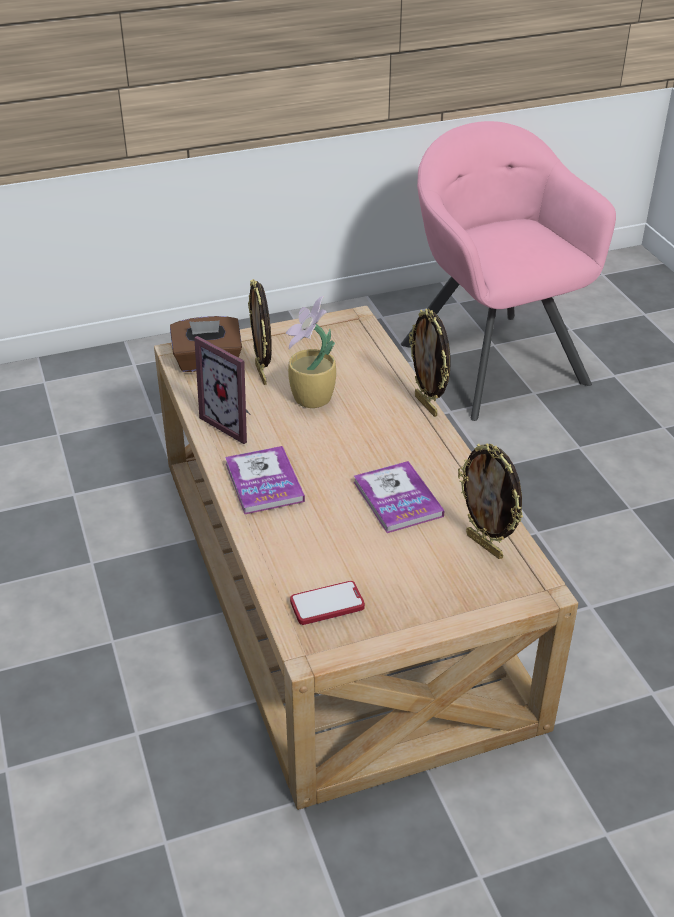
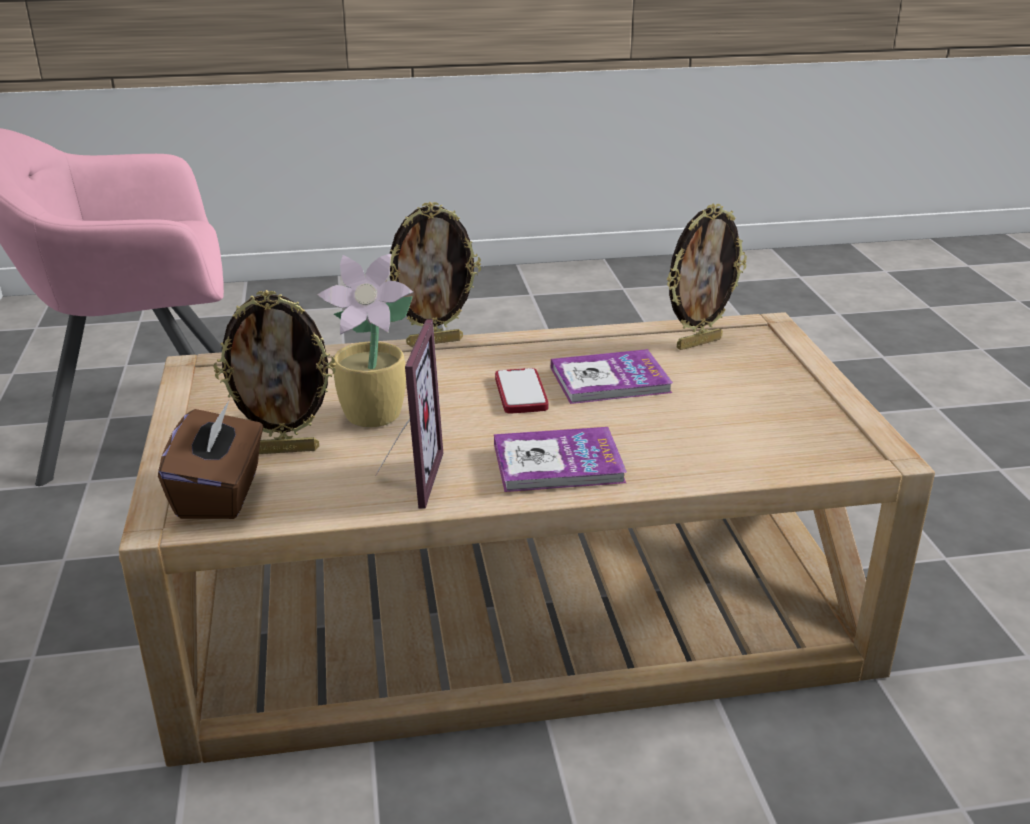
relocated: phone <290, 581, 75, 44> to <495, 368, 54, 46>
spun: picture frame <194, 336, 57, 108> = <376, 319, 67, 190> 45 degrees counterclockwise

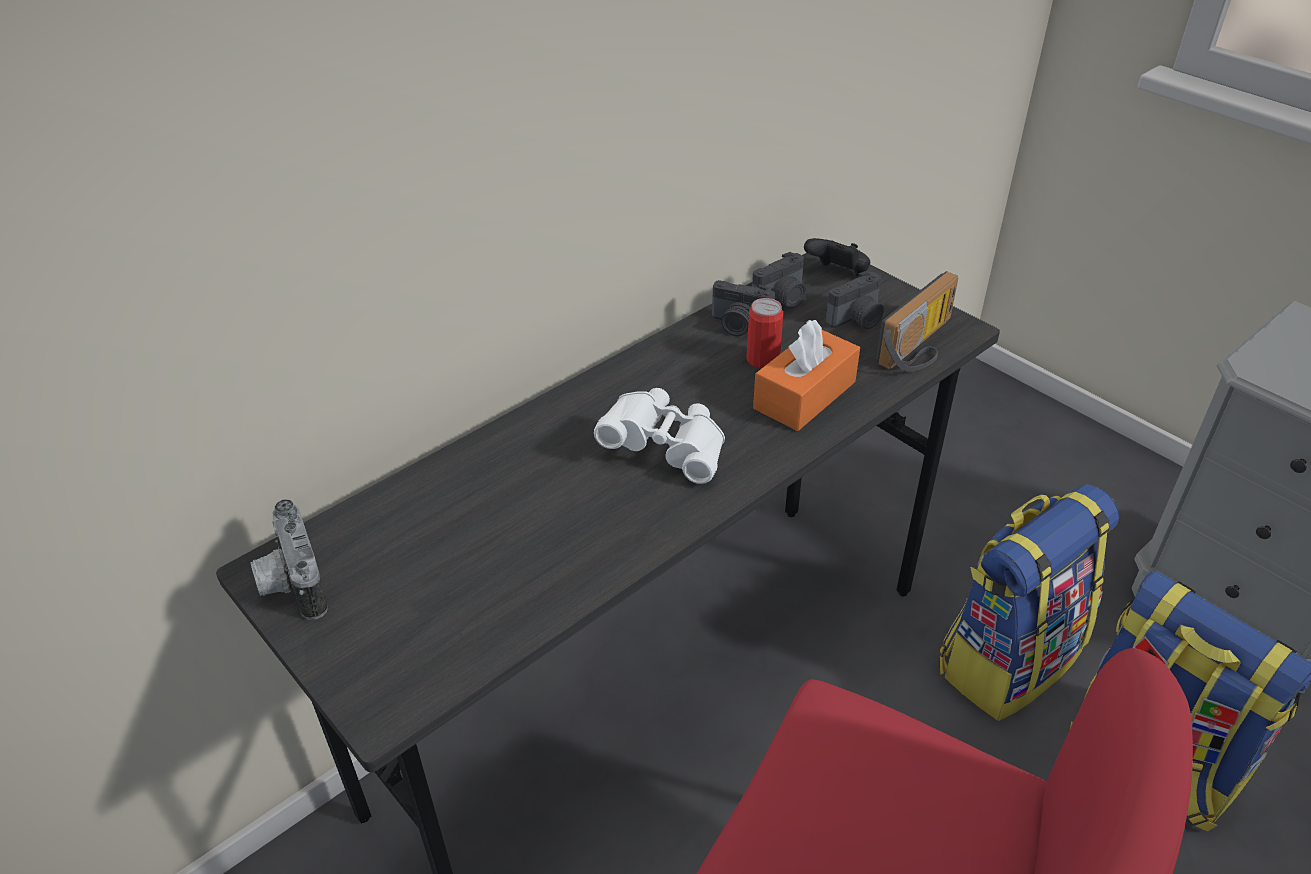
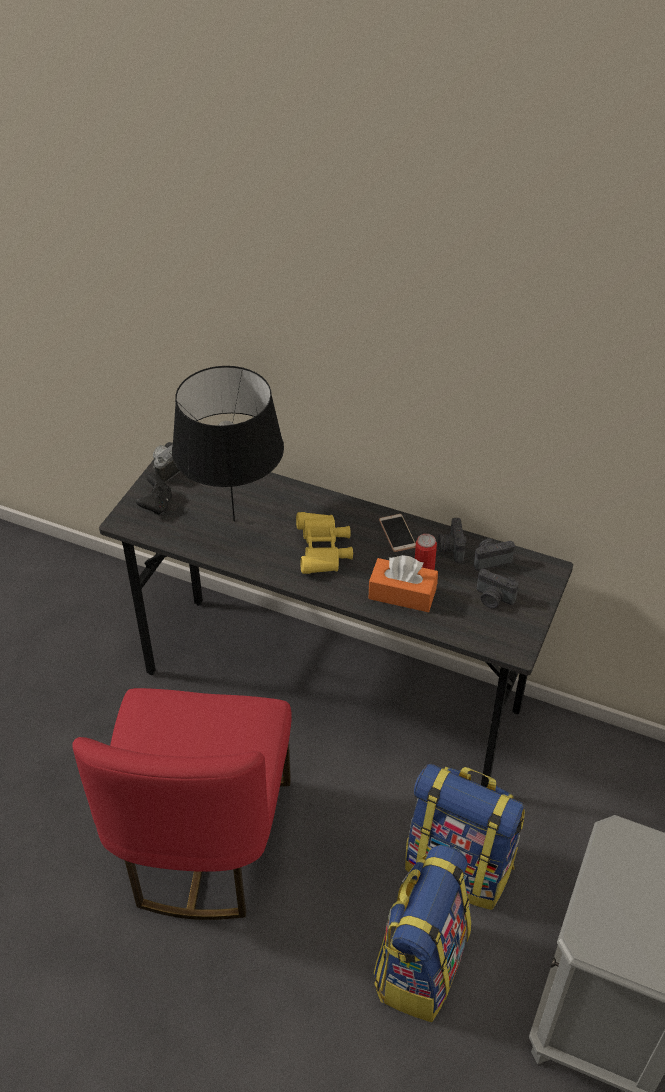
missing: radio <876, 271, 83, 101>
appeared: black table lamp <172, 366, 112, 155>; phone <379, 514, 37, 38>
relocated: black game controller <804, 238, 66, 38> to <136, 473, 36, 42>
colour: white binoculars <594, 388, 131, 96> to yellow binoculars <296, 512, 57, 62>
spun: photo camera <752, 252, 55, 57> = <474, 539, 41, 32> 135 degrees clockwise

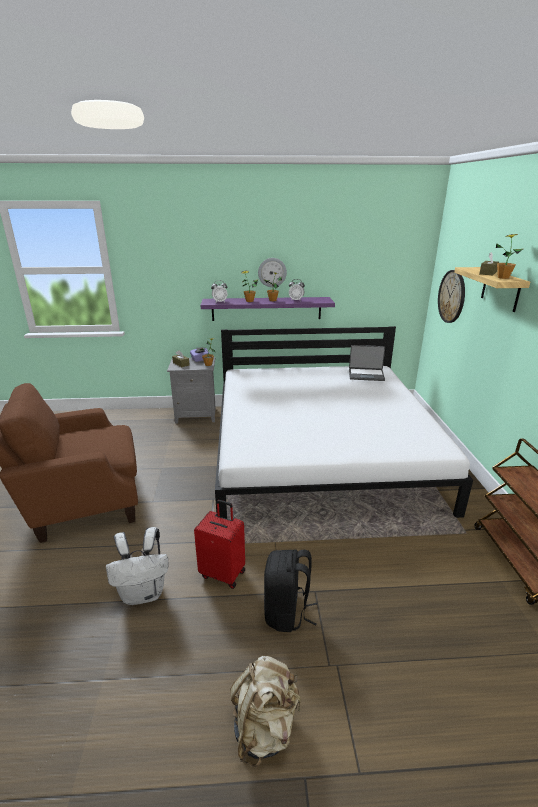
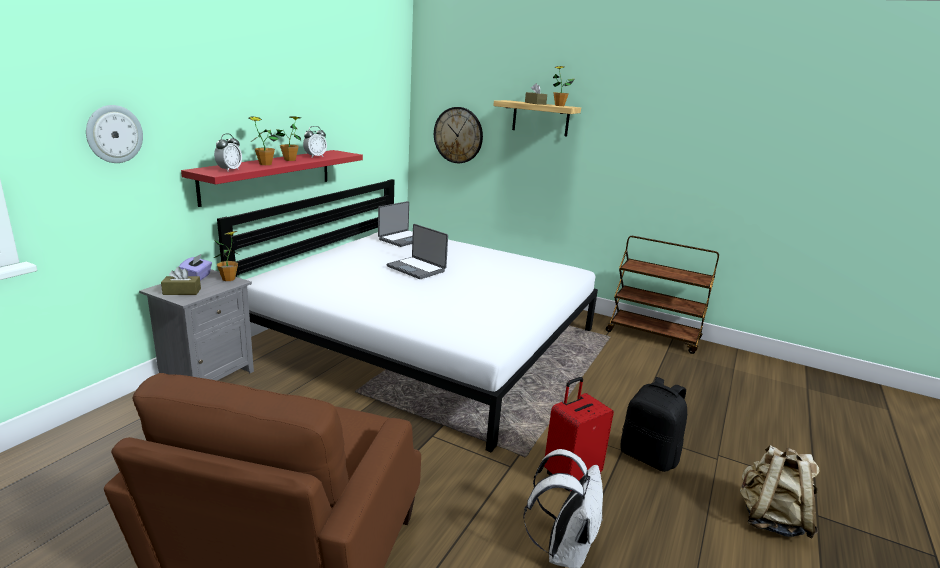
appeared: laptop <387, 224, 61, 55>
relocated: wall clock <258, 258, 29, 29> to <86, 105, 57, 58>
colour: purple shelf <200, 297, 135, 24> to red shelf <181, 150, 182, 57>

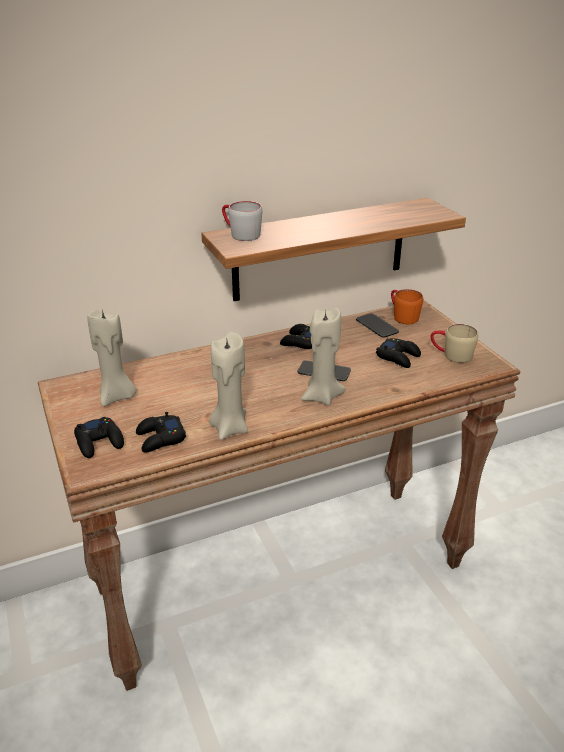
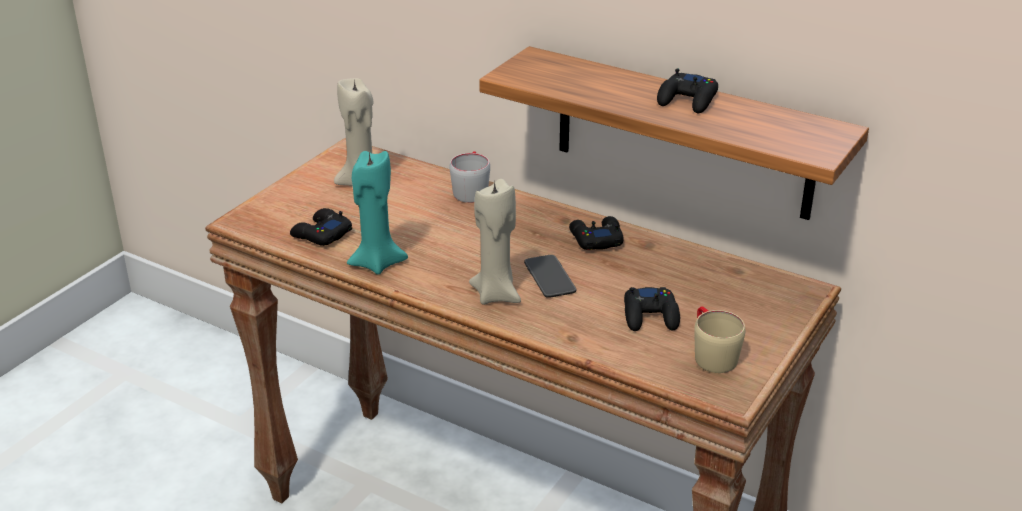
missing: phone <356, 313, 43, 25>; orange mug <391, 289, 32, 35>
relocated: black game controller <74, 417, 50, 41> to <657, 69, 61, 44>; grey mug <222, 201, 40, 40> to <450, 151, 40, 52>
colour: beige candle <209, 332, 39, 108> to turquoise candle <347, 151, 61, 124>

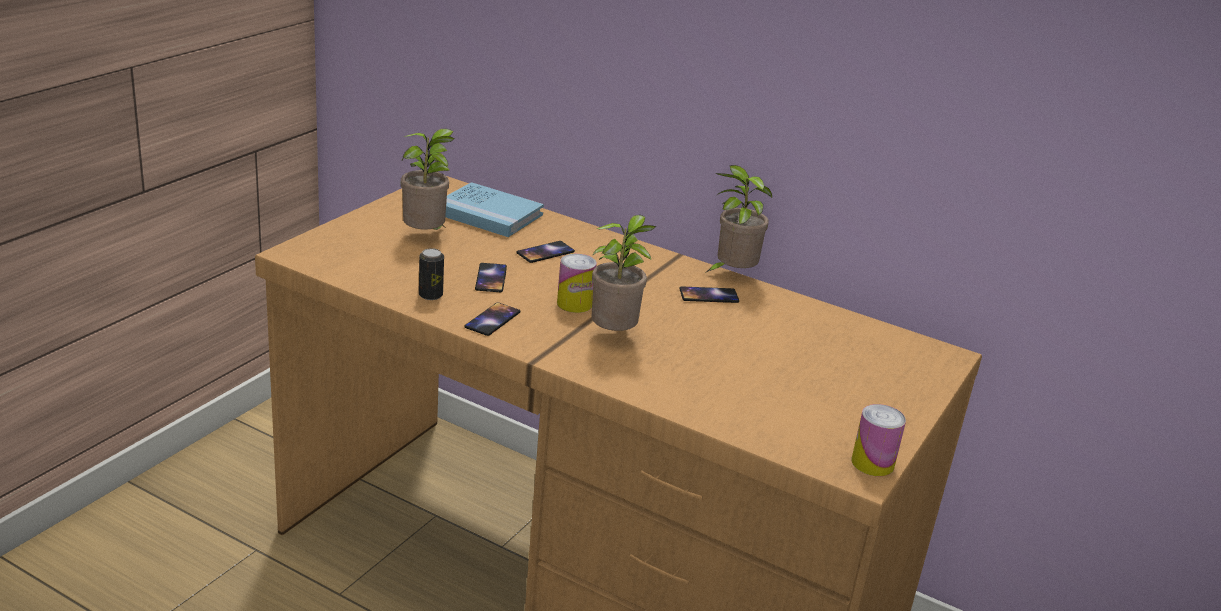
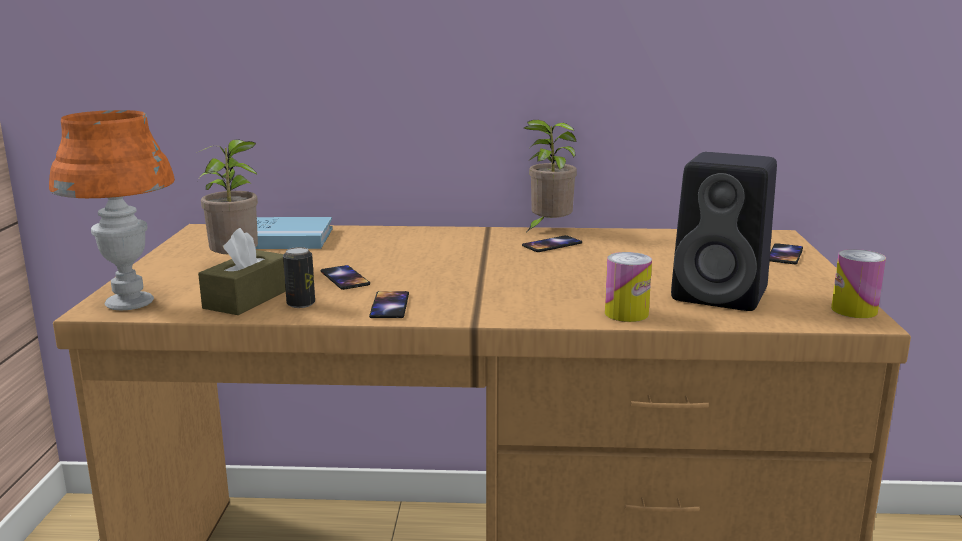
missing: potted plant <592, 215, 64, 116>
appeared: orange table lamp <49, 110, 126, 201>; brown tissue box <198, 228, 88, 87>; black speaker <671, 152, 106, 159>
relocated: phone <517, 241, 58, 22> to <770, 243, 33, 21>; can <557, 254, 40, 59> to <605, 252, 47, 70>

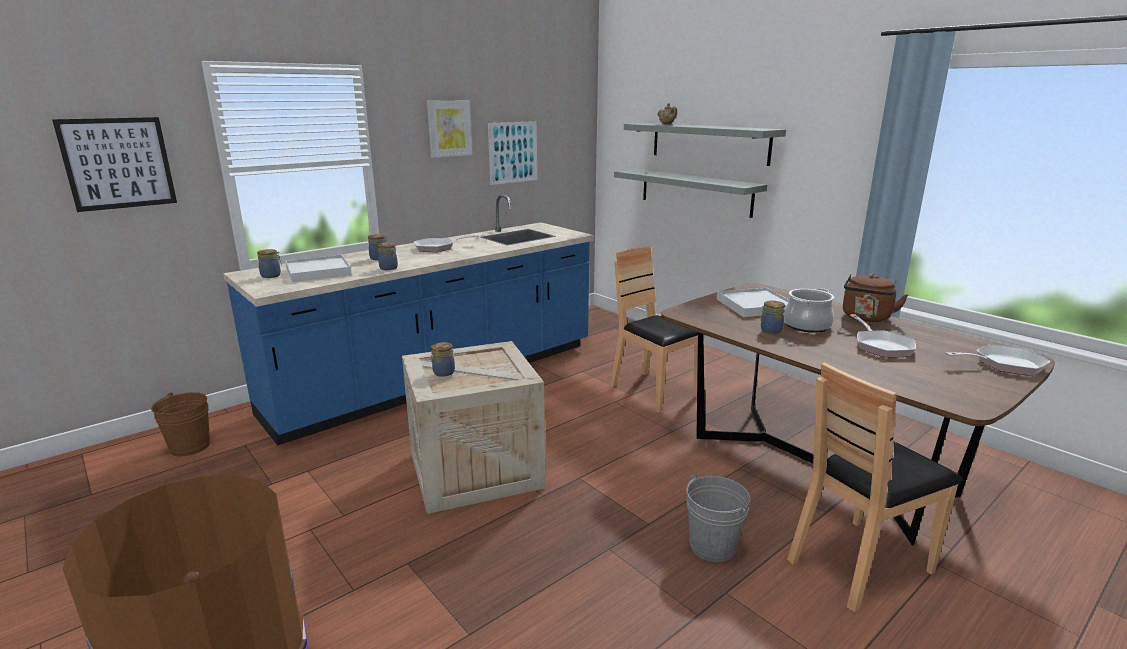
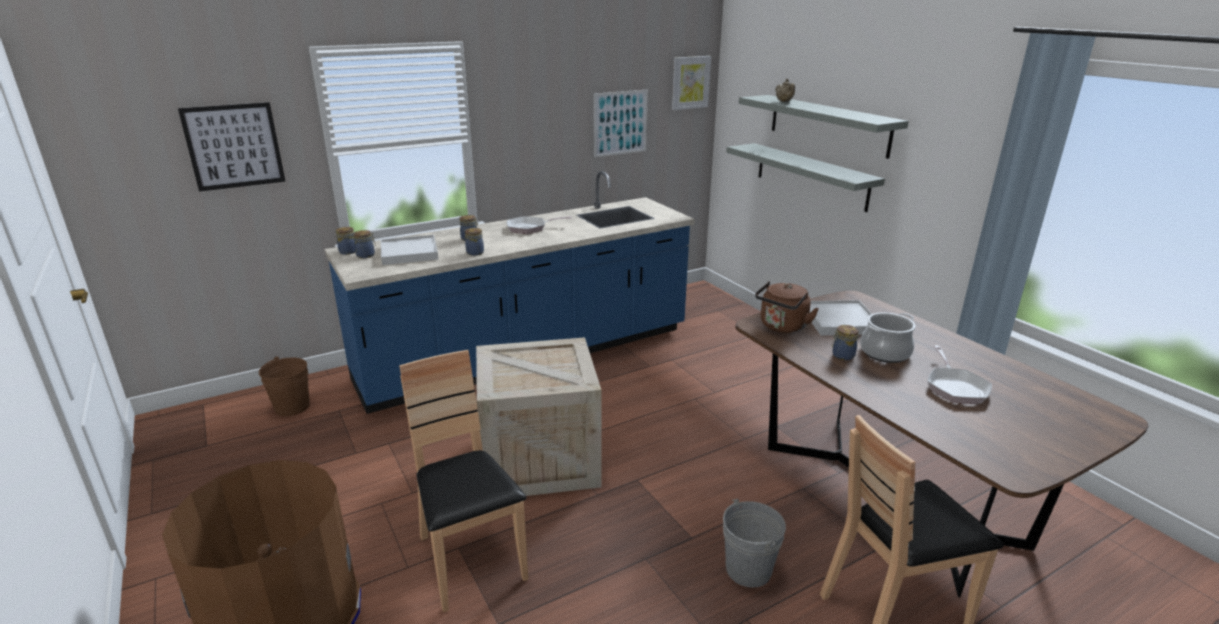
missing: frying pan <945, 344, 106, 32>
relocated: picture <427, 101, 45, 57> to <672, 56, 39, 54>; jar <431, 342, 24, 35> to <336, 227, 19, 28>; brown chair <610, 246, 94, 167> to <399, 350, 129, 262>; brown kettle <843, 274, 65, 48> to <755, 281, 64, 52>

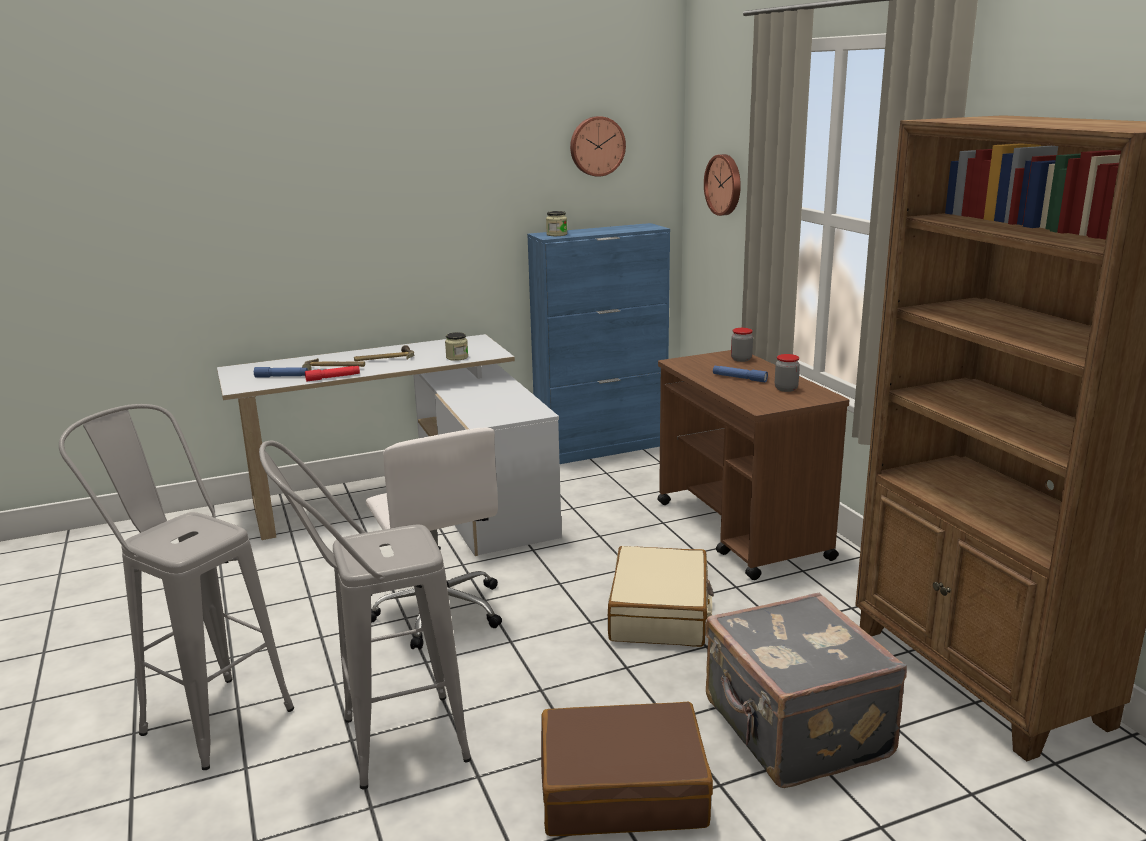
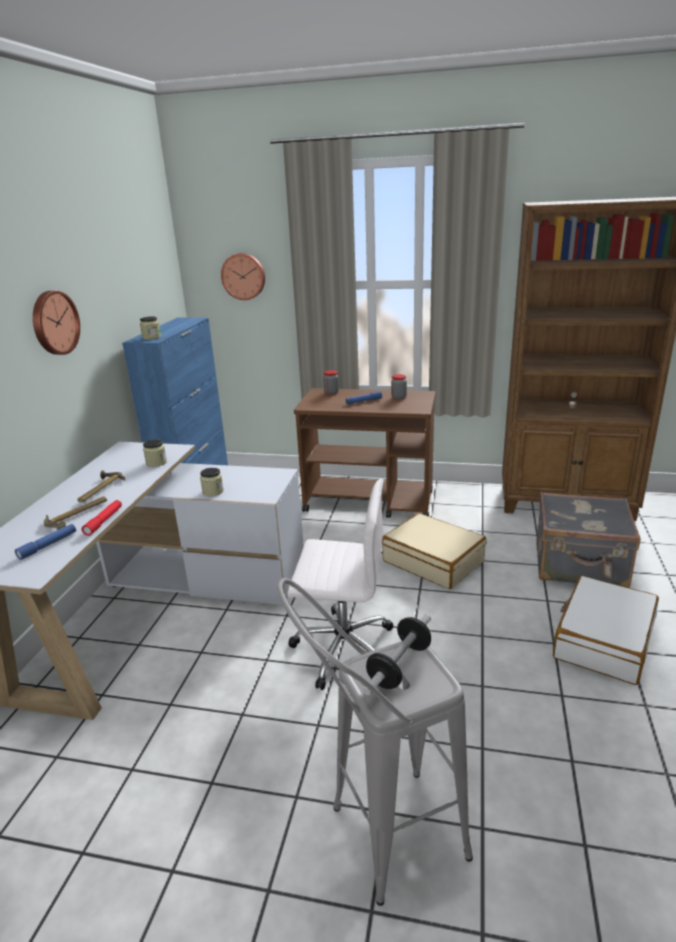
missing: grey stool <259, 441, 212, 348>
appeared: jar <200, 468, 24, 28>; dumbbell <363, 614, 68, 82>
relocated: wall clock <570, 116, 56, 61> to <33, 291, 47, 64>
colour: brown suitcase <541, 702, 172, 134> to white suitcase <553, 576, 106, 109>

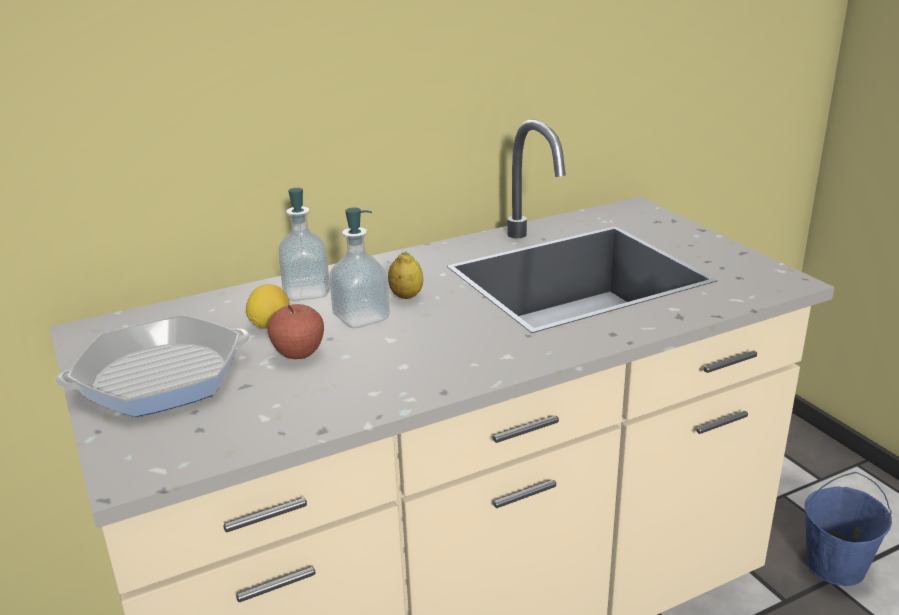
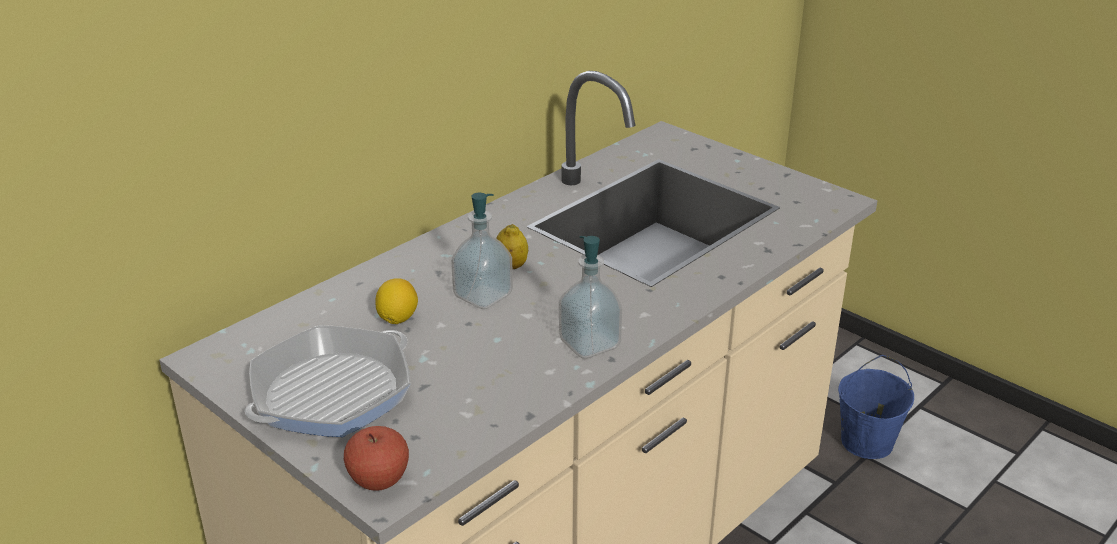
relocated: apple <268, 304, 56, 55> to <344, 426, 65, 65>; soap dispenser <279, 188, 51, 113> to <559, 236, 63, 123>

